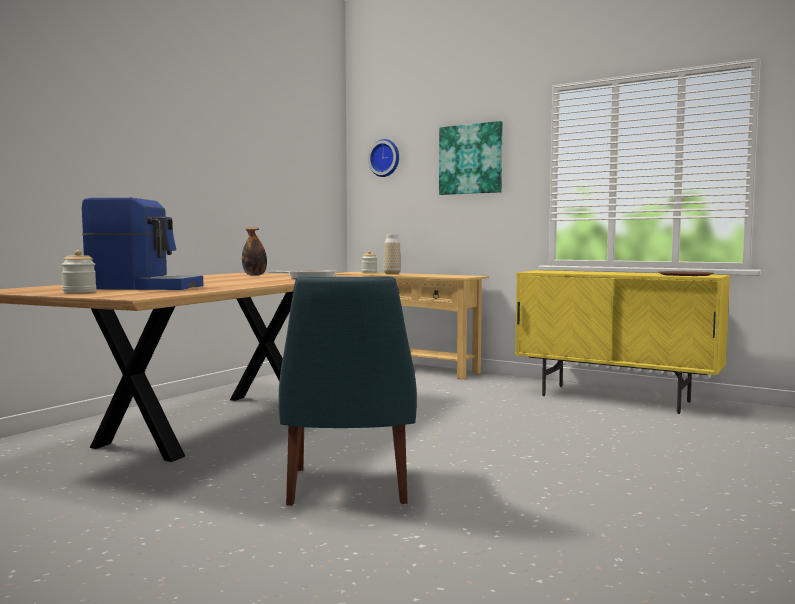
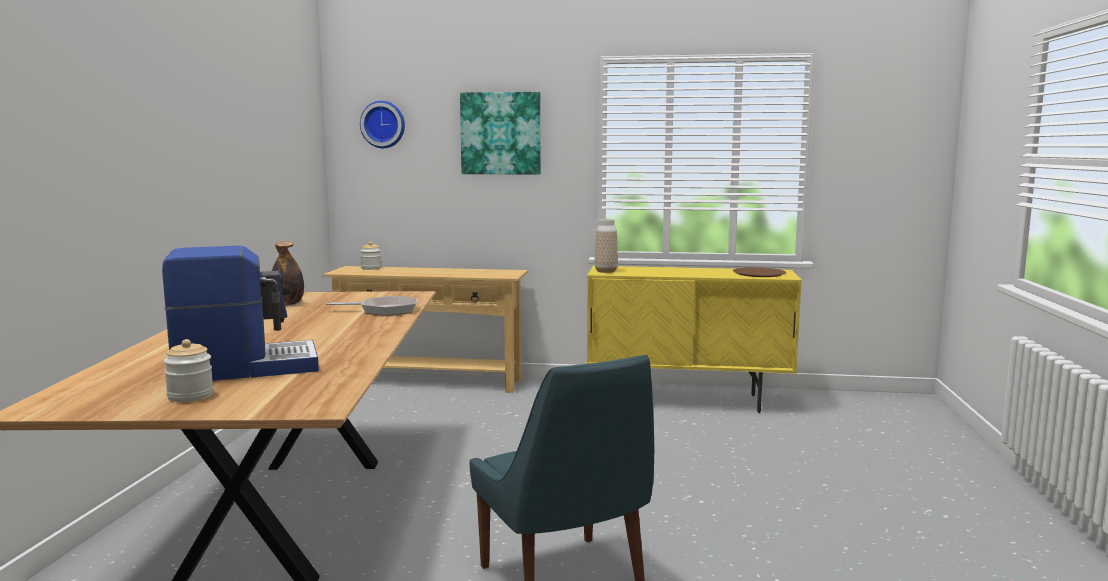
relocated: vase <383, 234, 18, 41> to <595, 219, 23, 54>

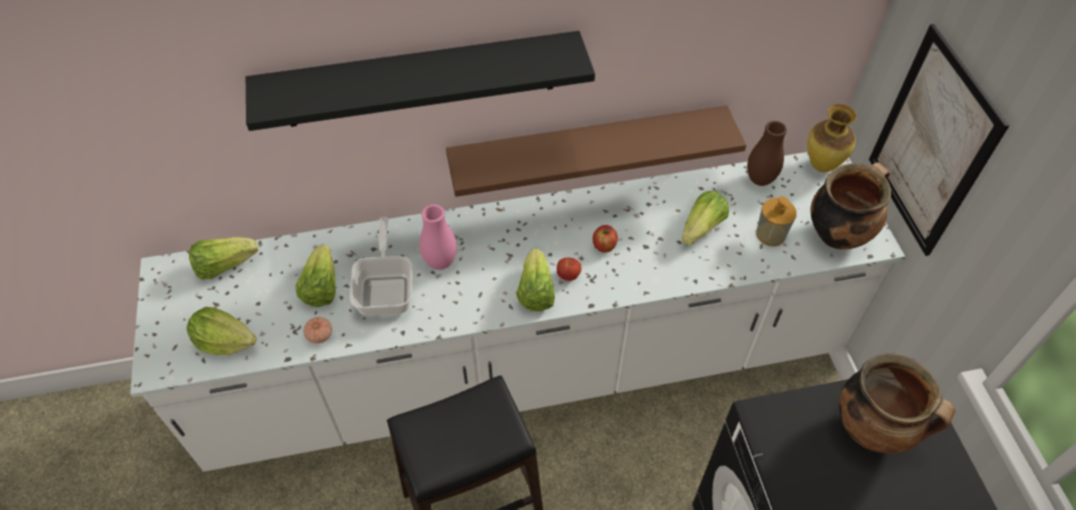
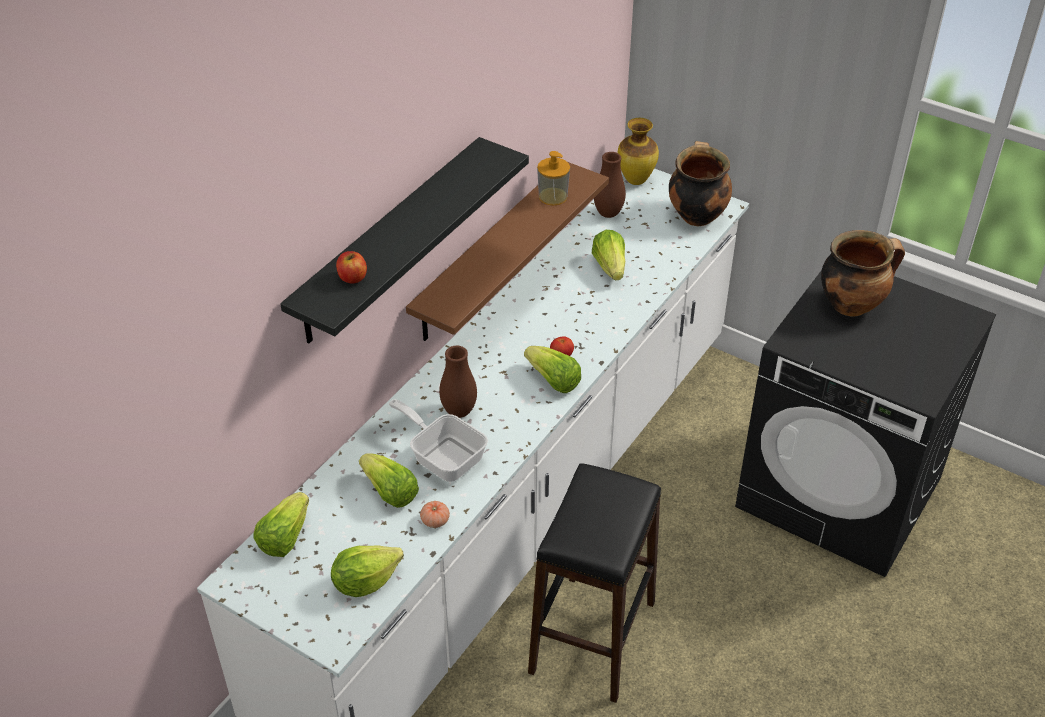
missing: picture <869, 24, 141, 232>
relocated: apple <593, 225, 25, 27> to <336, 251, 31, 33>; soap dispenser <756, 196, 41, 50> to <537, 151, 33, 54>
colour: pink vase <419, 205, 38, 65> to brown vase <439, 346, 38, 72>

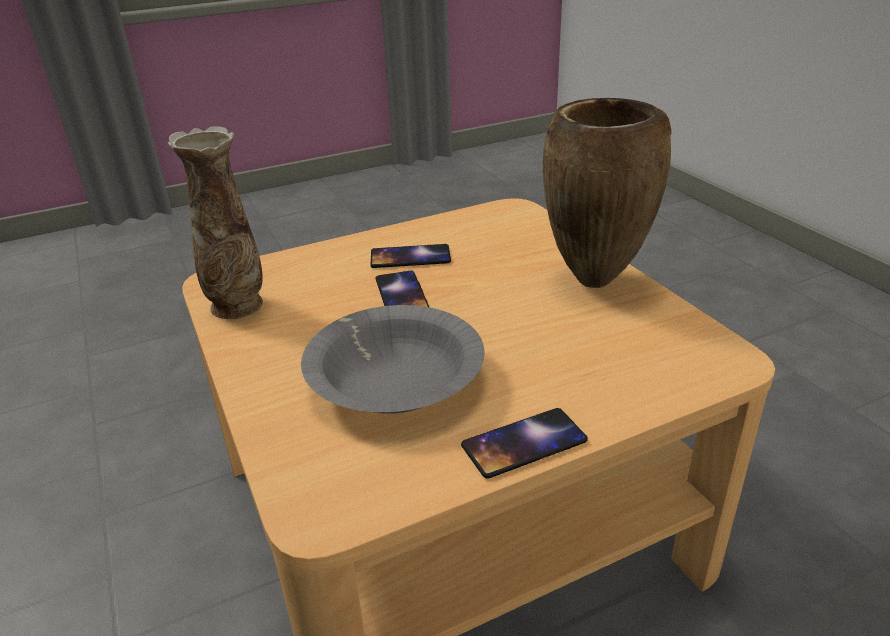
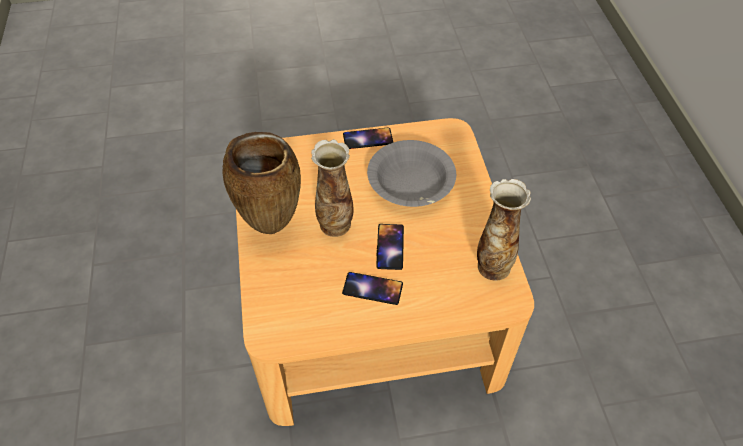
appeared: vase <311, 139, 43, 98>

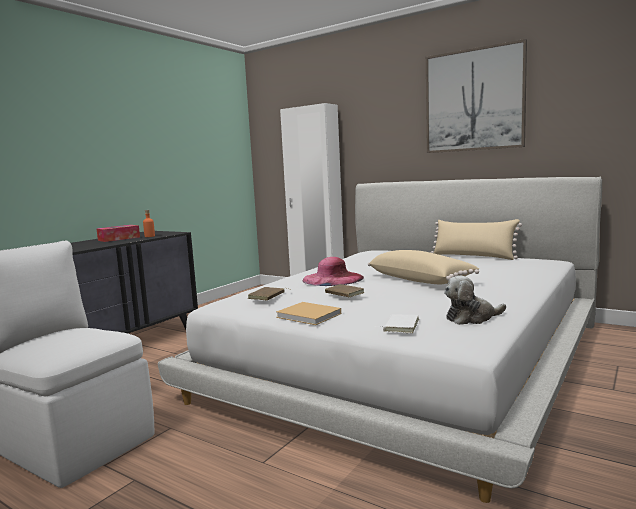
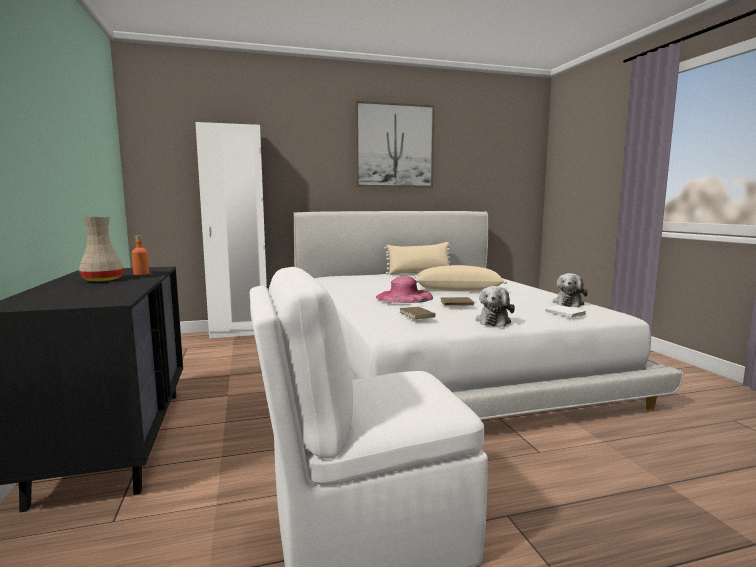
exchanged: tissue box <97, 225, 43, 17> to beige vase <79, 217, 45, 65>; beige book <276, 302, 65, 23> to plush toy <475, 286, 40, 41>

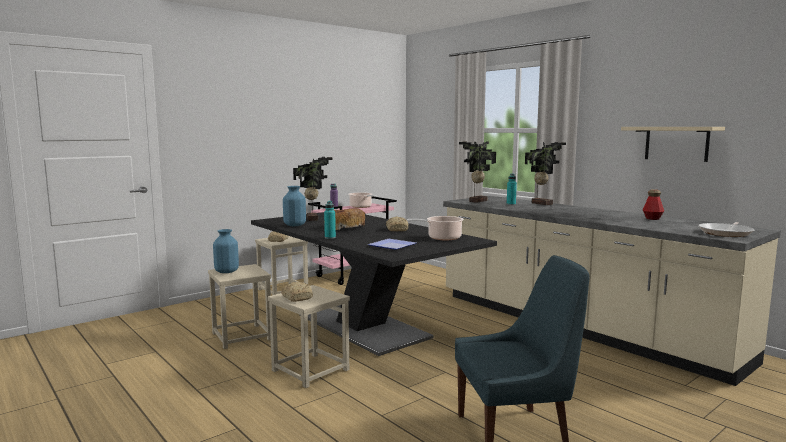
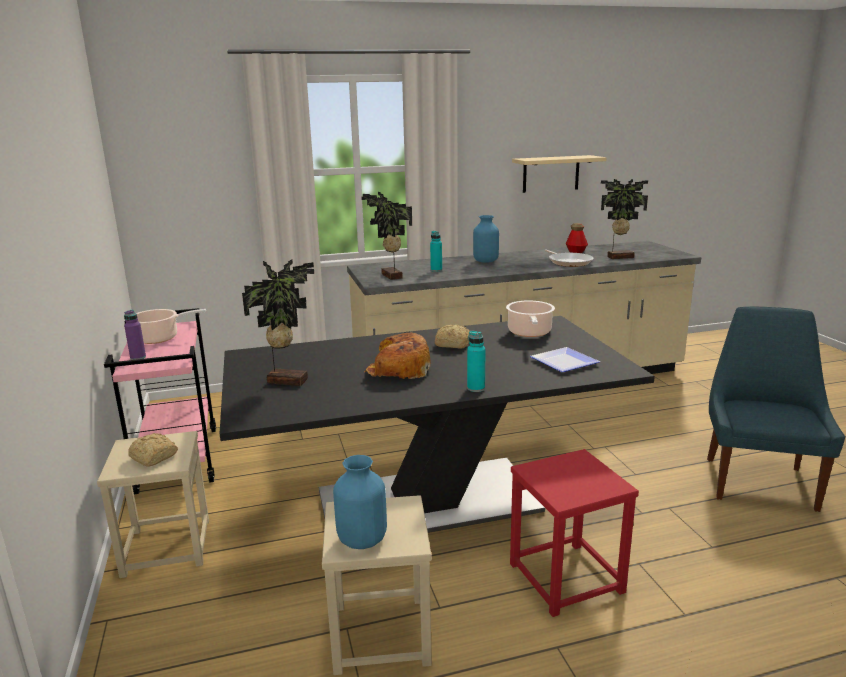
missing: bread <281, 282, 32, 20>
relocated: blue vase <283, 186, 23, 40> to <473, 215, 26, 48>; potted plant <525, 142, 41, 63> to <601, 179, 47, 80>; frying pan <699, 222, 56, 15> to <545, 250, 48, 17>
colour: beige stool <268, 285, 82, 103> to red stool <510, 449, 129, 168>

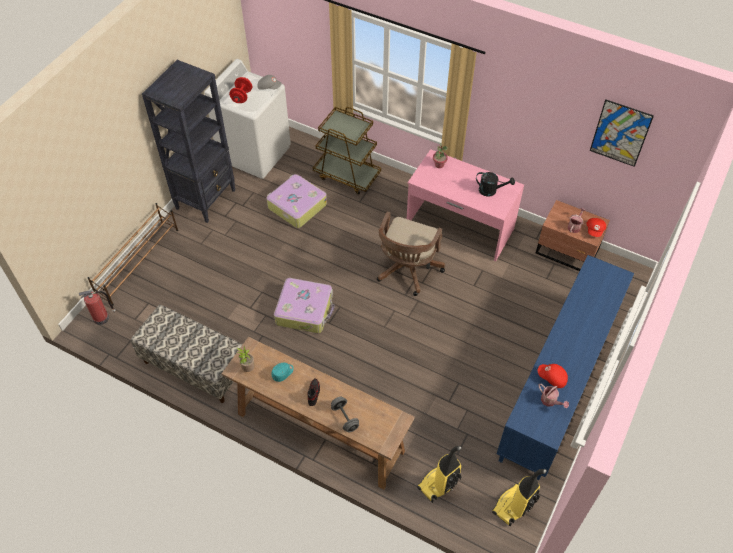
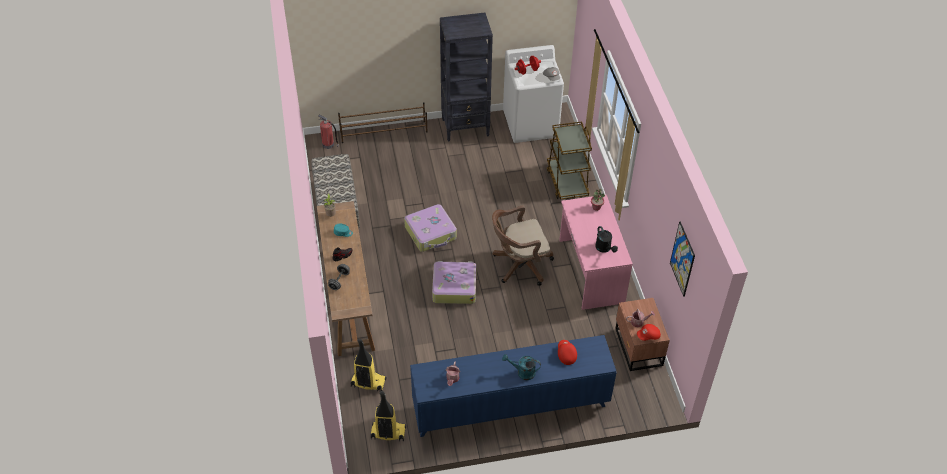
appeared: turquoise watering can <502, 354, 39, 26>
relocated: suitcase <267, 174, 60, 54> to <432, 261, 44, 43>; red cap <538, 364, 30, 24> to <558, 340, 19, 25>

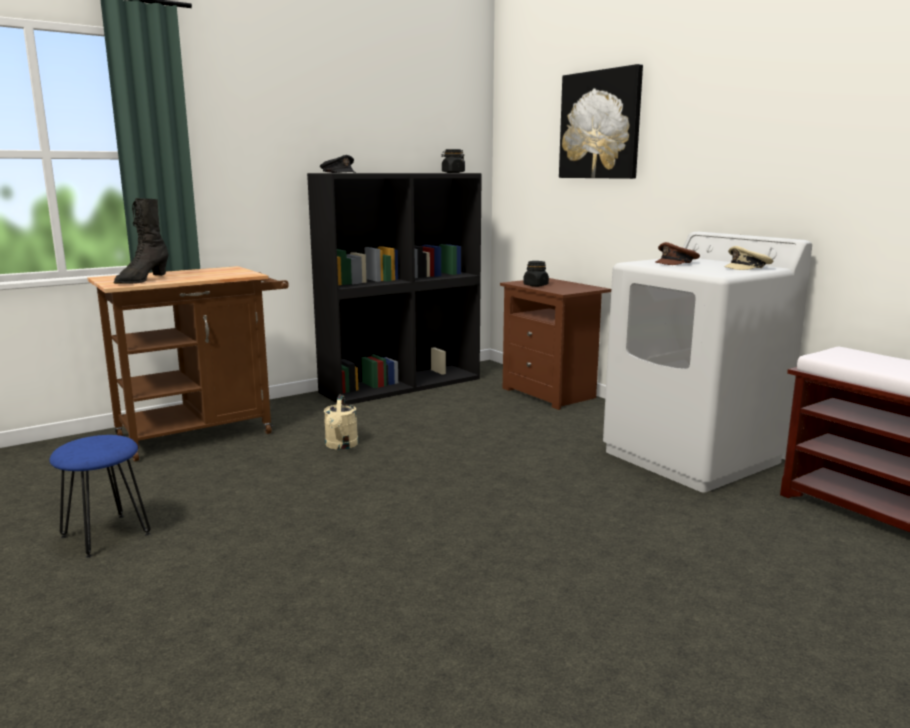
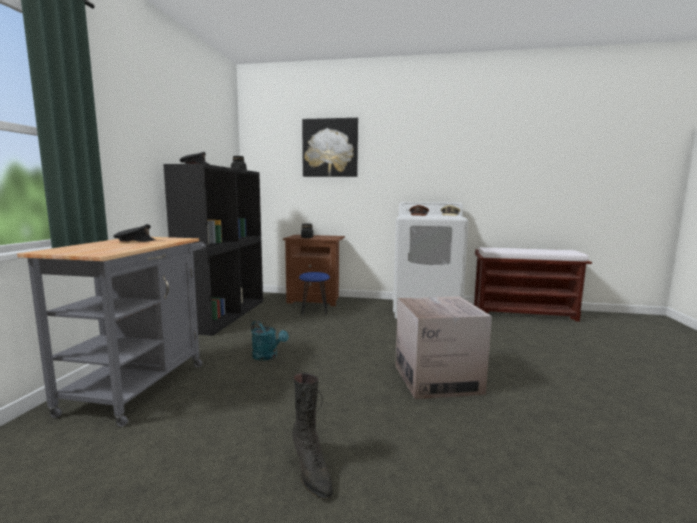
appeared: black cap <114, 224, 41, 18>; cardboard box <395, 296, 97, 103>
relocated: blue stool <49, 435, 102, 123> to <299, 272, 31, 43>; black boot <114, 198, 54, 86> to <292, 373, 41, 127>
colour: brown cart <87, 266, 202, 196> to grey cart <17, 237, 189, 190>; beige watering can <324, 395, 34, 55> to turquoise watering can <251, 321, 38, 39>

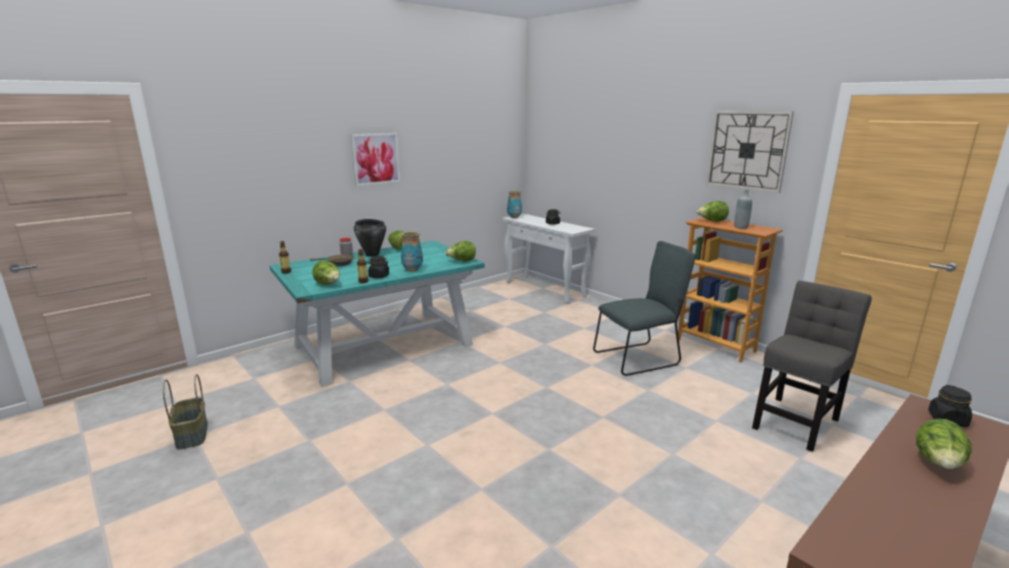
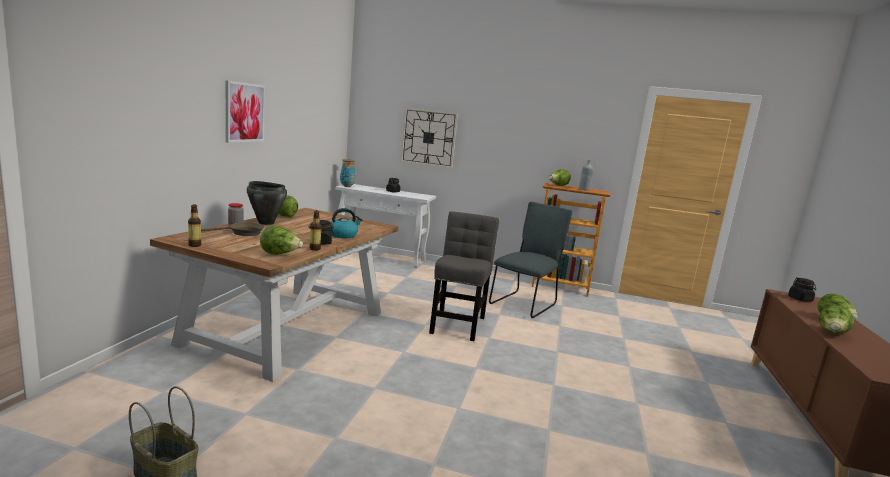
relocated: lettuce <445, 241, 31, 20> to <819, 305, 35, 29>; wall clock <706, 111, 88, 82> to <401, 107, 57, 62>; grey chair <752, 281, 120, 171> to <429, 211, 70, 130>
exchanged: vase <401, 231, 22, 41> to kettle <331, 208, 31, 30>
colour: turquoise dining table <269, 241, 216, 146> to brown dining table <150, 208, 249, 174>

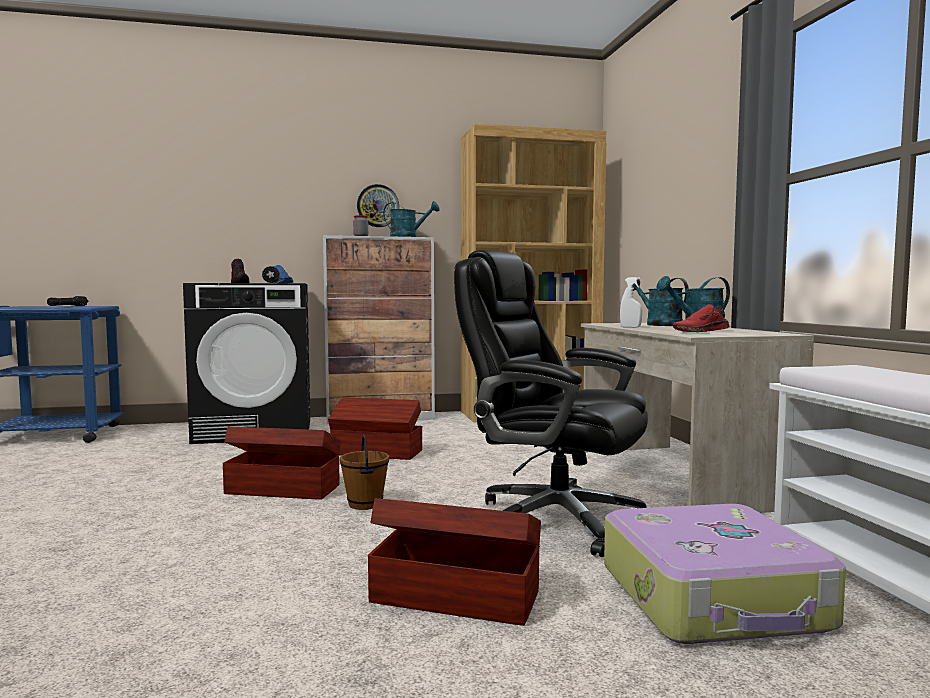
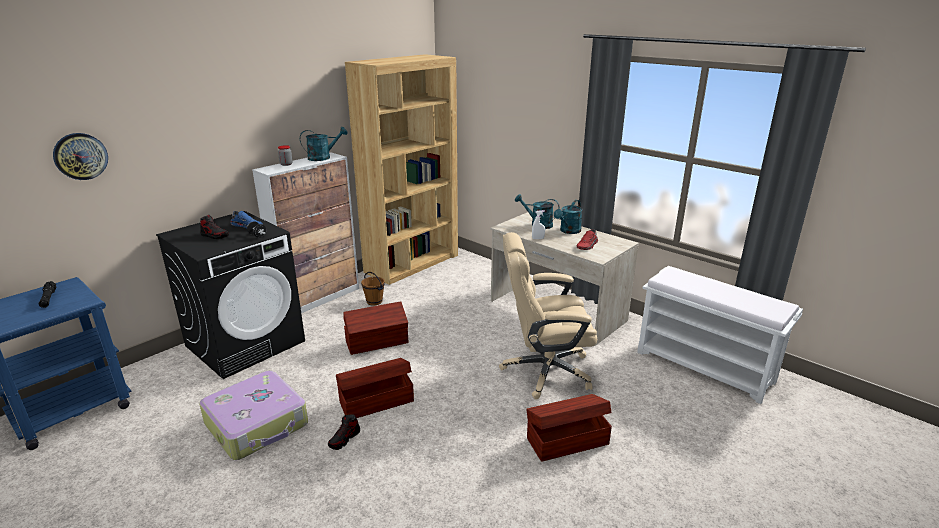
appeared: shoe <328, 415, 32, 35>
relocated: brown bucket <340, 434, 49, 76> to <361, 272, 24, 34>; wall clock <357, 184, 42, 43> to <53, 133, 55, 47>; suitcase <604, 504, 242, 140> to <199, 371, 109, 89>
colour: black office chair <454, 250, 194, 307> to beige office chair <499, 232, 98, 167>

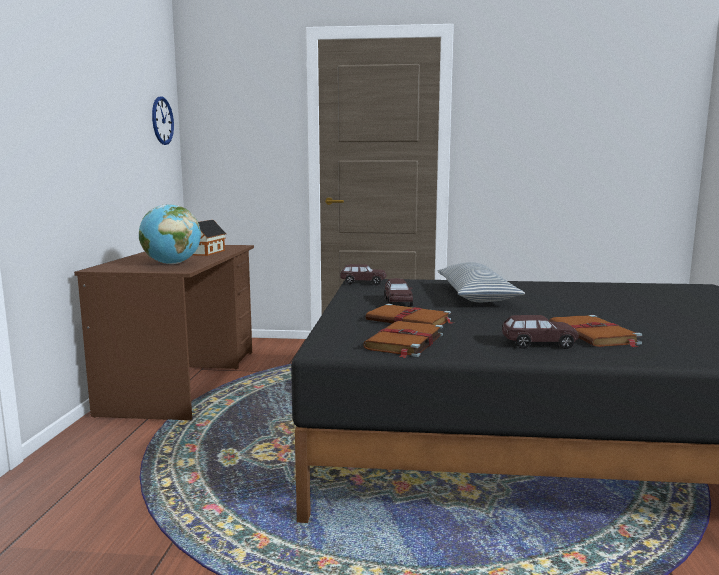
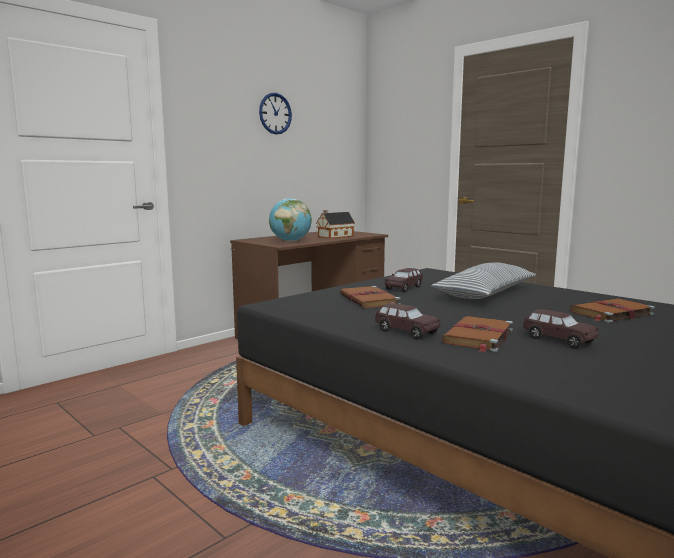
relocated: wall clock <152, 96, 22, 49> to <259, 93, 33, 41>; brown toy car <340, 264, 47, 21> to <523, 309, 76, 40>; brown book <363, 321, 80, 37> to <570, 299, 85, 24>

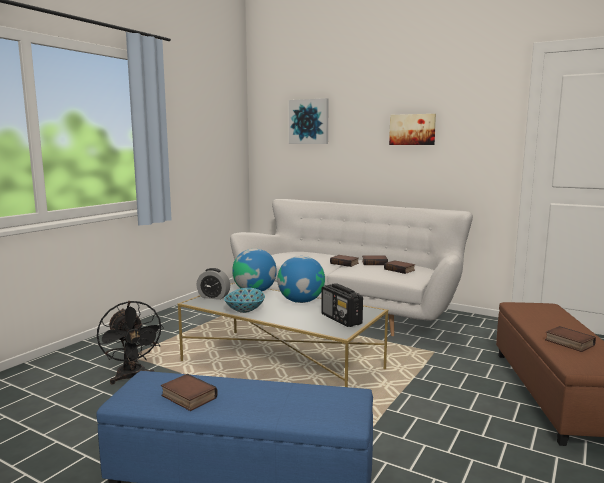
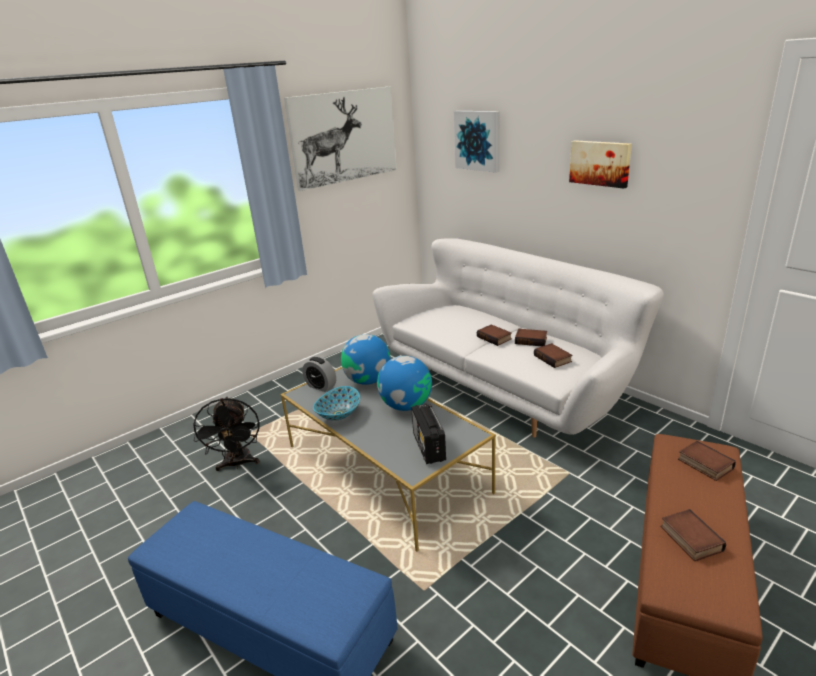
appeared: picture <284, 87, 113, 104>
relocated: book <161, 374, 57, 37> to <678, 441, 58, 40>

